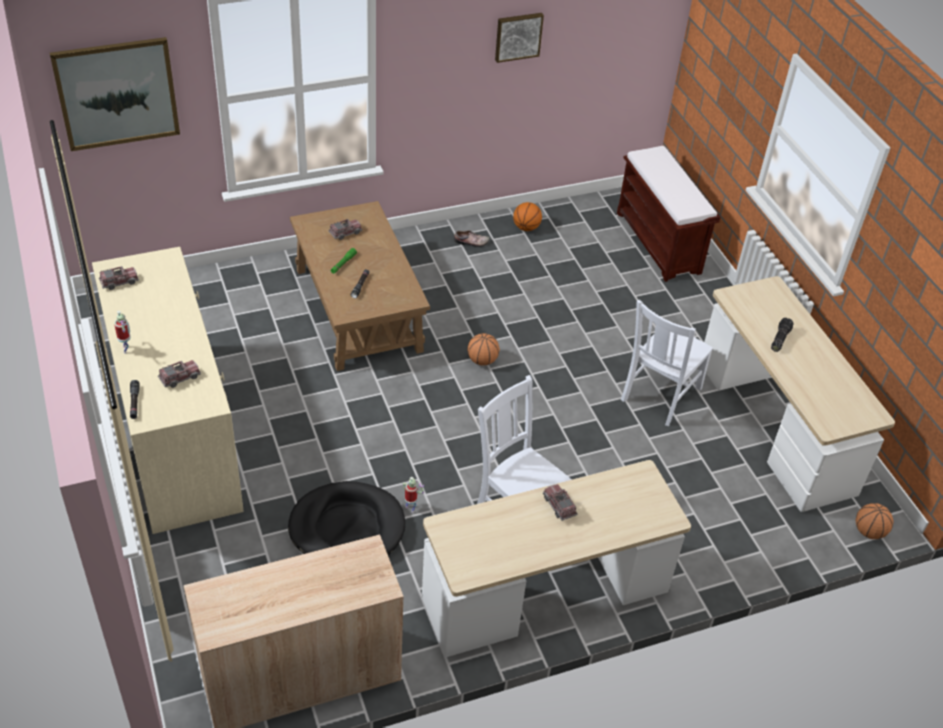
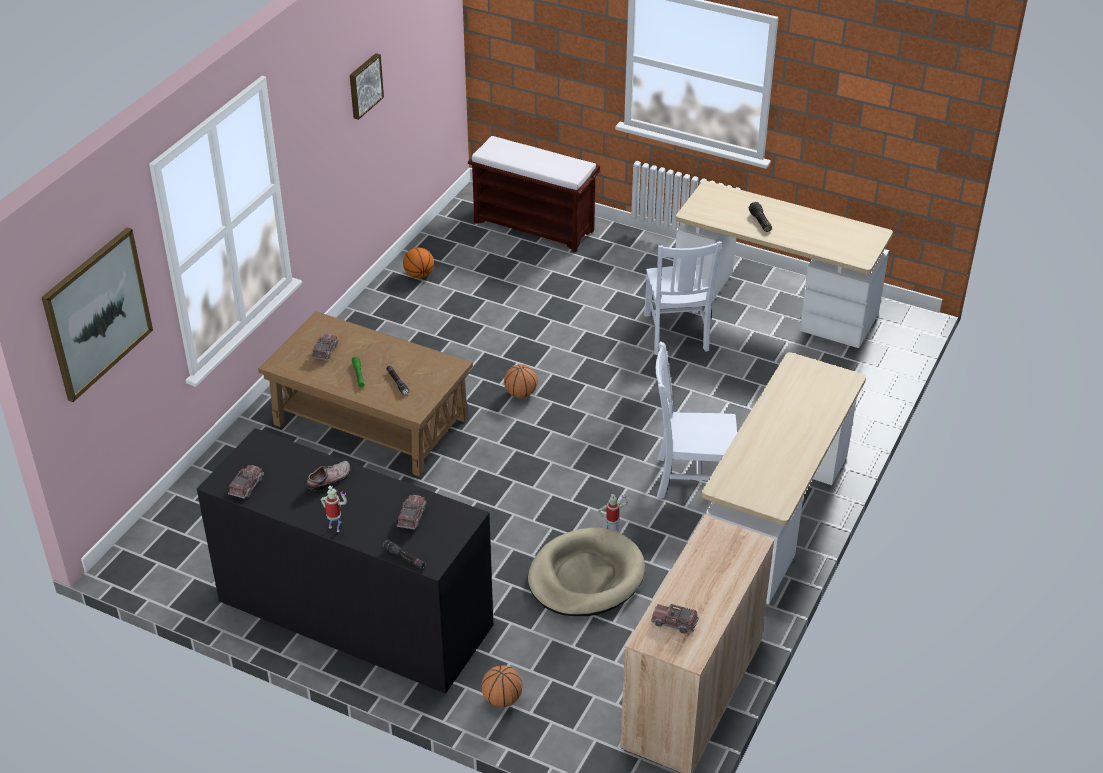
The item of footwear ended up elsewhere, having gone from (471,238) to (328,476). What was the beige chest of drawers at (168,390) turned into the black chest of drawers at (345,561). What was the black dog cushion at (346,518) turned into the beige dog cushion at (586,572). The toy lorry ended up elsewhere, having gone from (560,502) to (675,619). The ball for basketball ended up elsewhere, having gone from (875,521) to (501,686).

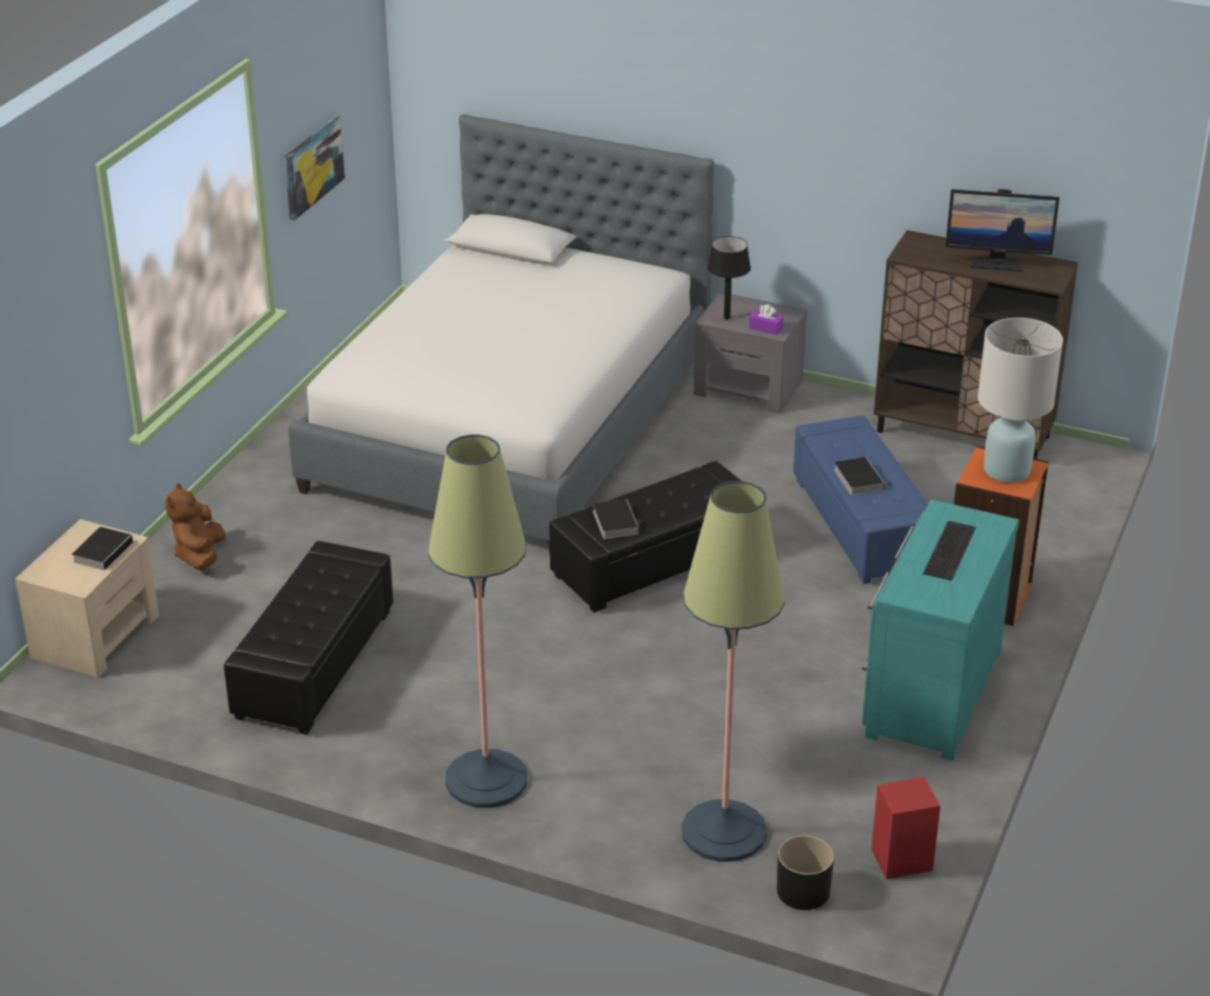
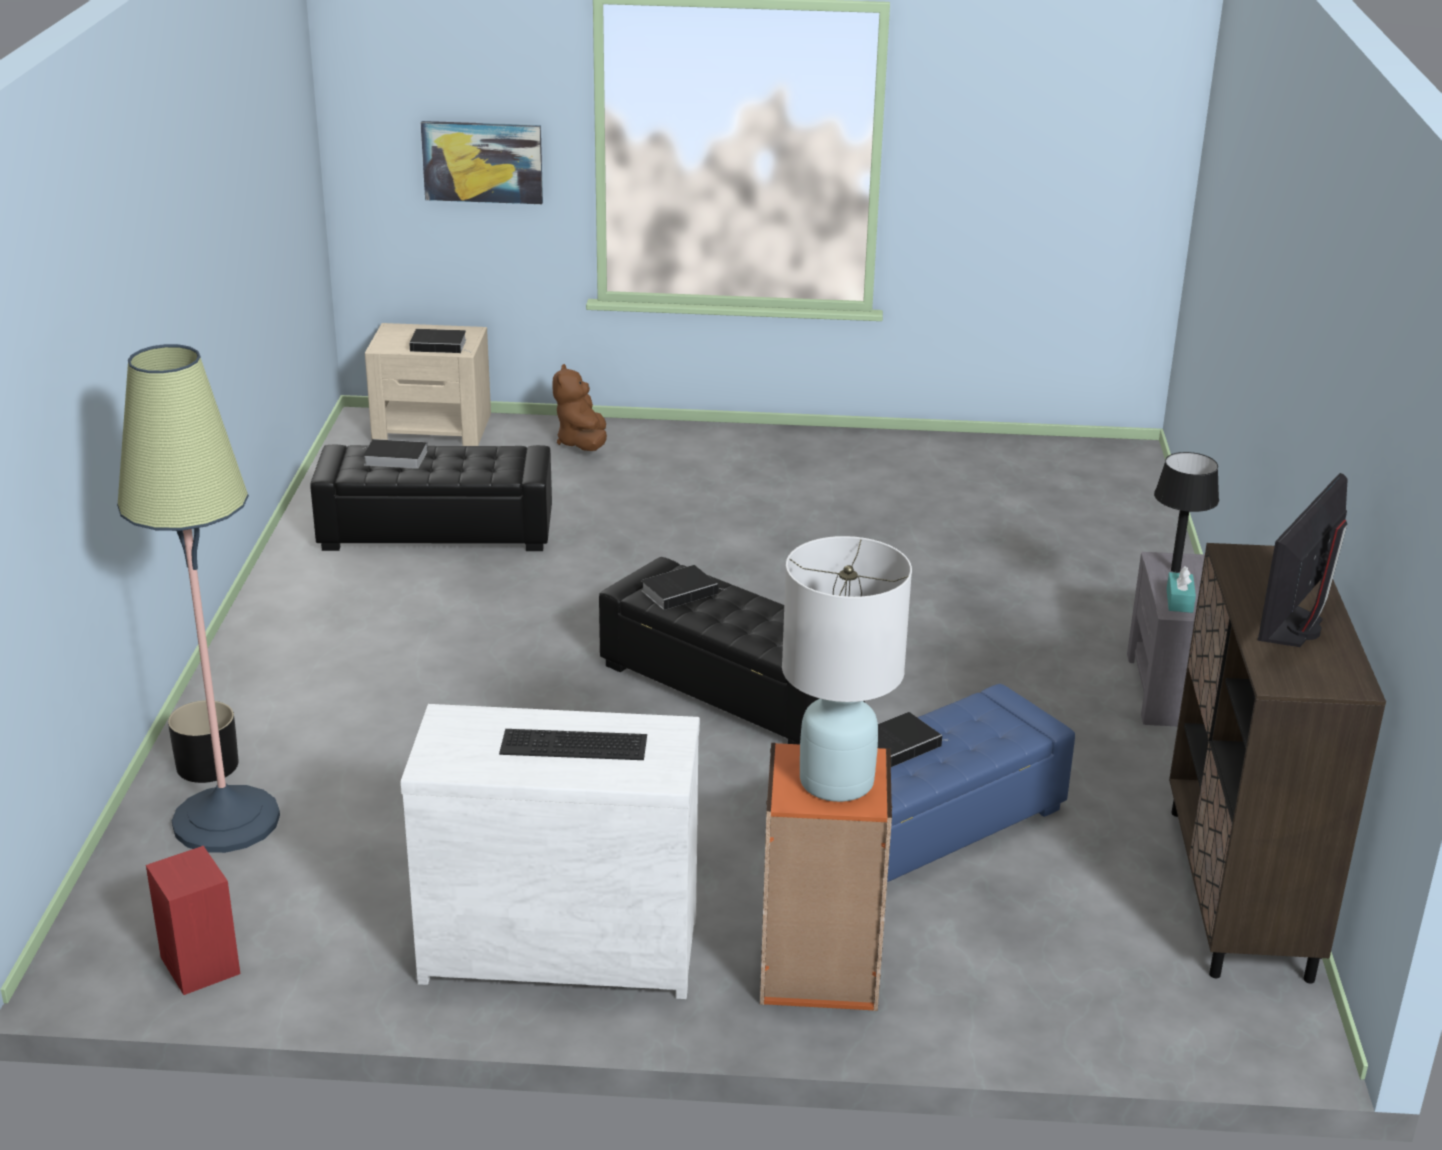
The second view lost the bed at (501,334). The wall art ended up elsewhere, having gone from (314,168) to (482,162). The monitor at (1002,230) ended up facing another way, 45 degrees clockwise from before. What was the purple-coloured tissue box at (766,319) turned into the turquoise-coloured tissue box at (1181,589). The second view lost the standard lamp at (478,621). The brown-coloured plush toy at (195,526) ended up facing another way, 75 degrees counterclockwise from before. What was the turquoise-coloured chest of drawers at (940,630) turned into the whitish chest of drawers at (550,851). The black plant pot ended up elsewhere, having gone from (805,872) to (203,741). The second view gained the book at (395,454).

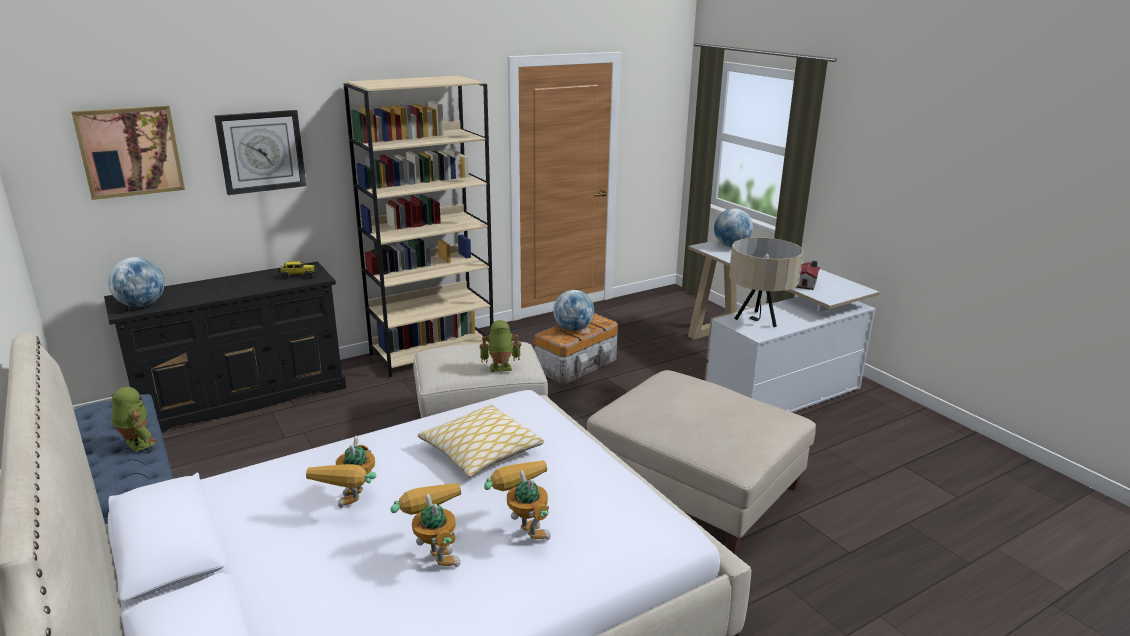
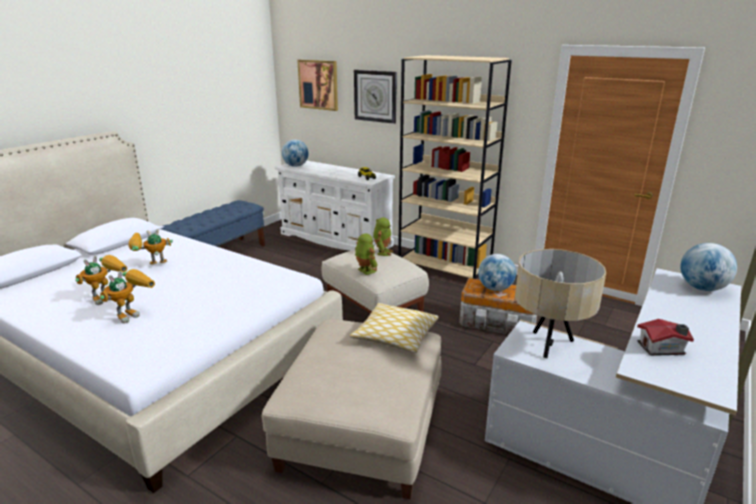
What was the black chest of drawers at (225,347) turned into the whitish chest of drawers at (335,206). The model robot ended up elsewhere, having gone from (134,419) to (383,236). The cushion ended up elsewhere, having gone from (481,441) to (394,328).

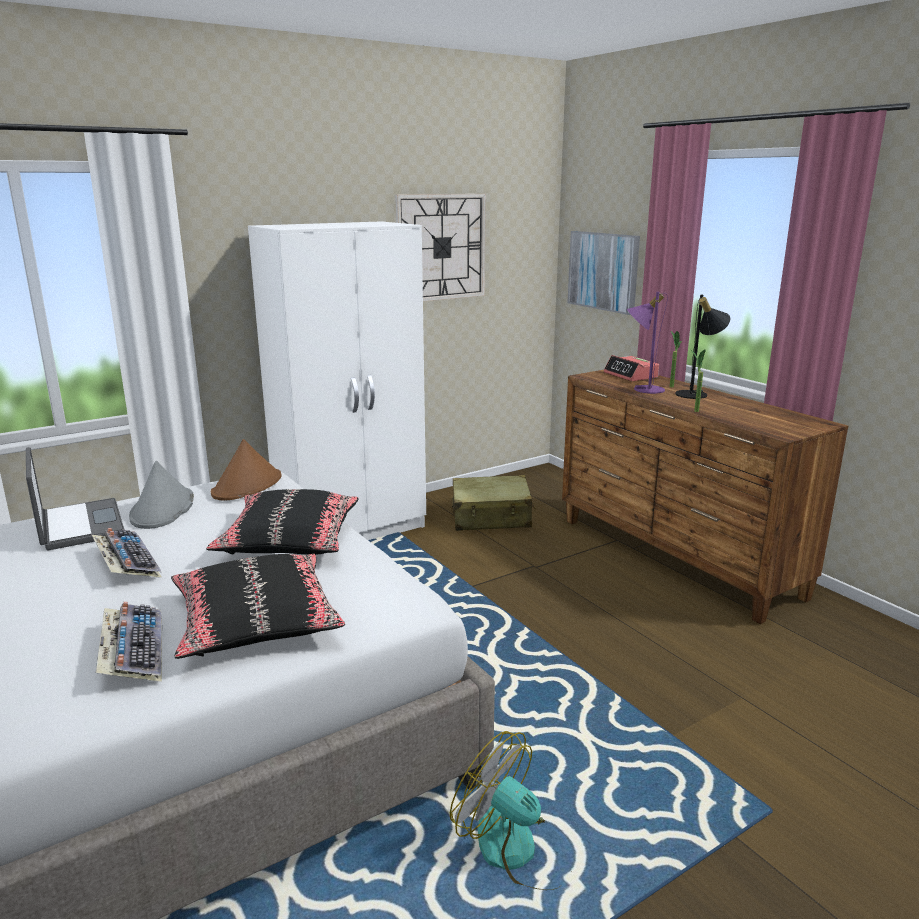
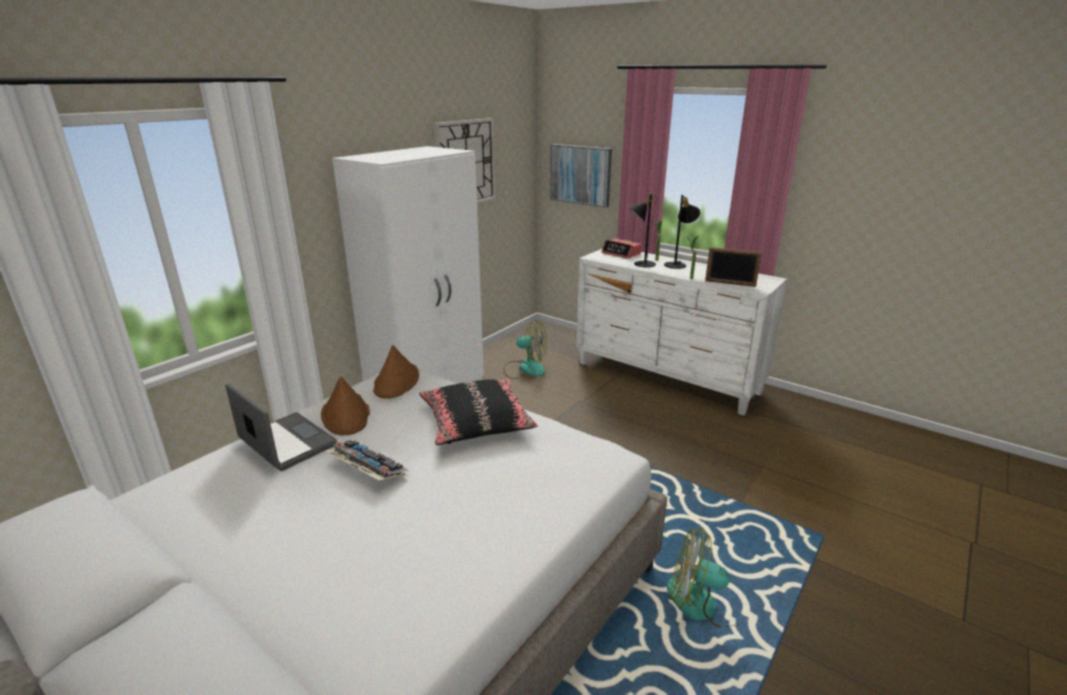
What was the purple-coloured tabletop lamp at (647,343) turned into the black tabletop lamp at (642,231). What was the brown-coloured chest of drawers at (705,497) turned into the whitish chest of drawers at (681,332). What was the grey wearable hat at (161,495) turned into the brown-coloured wearable hat at (345,405). Where the beige piece of luggage stood at (494,503), the electric fan came to stand at (525,349). The second view lost the black cushion at (258,606). The second view lost the computer keyboard at (128,642). The second view gained the standing frame at (733,267).

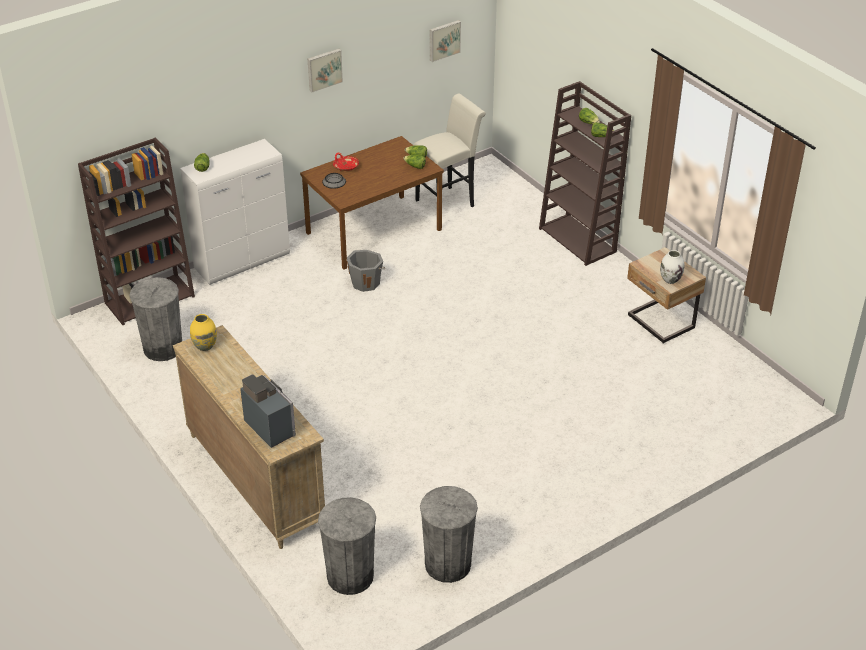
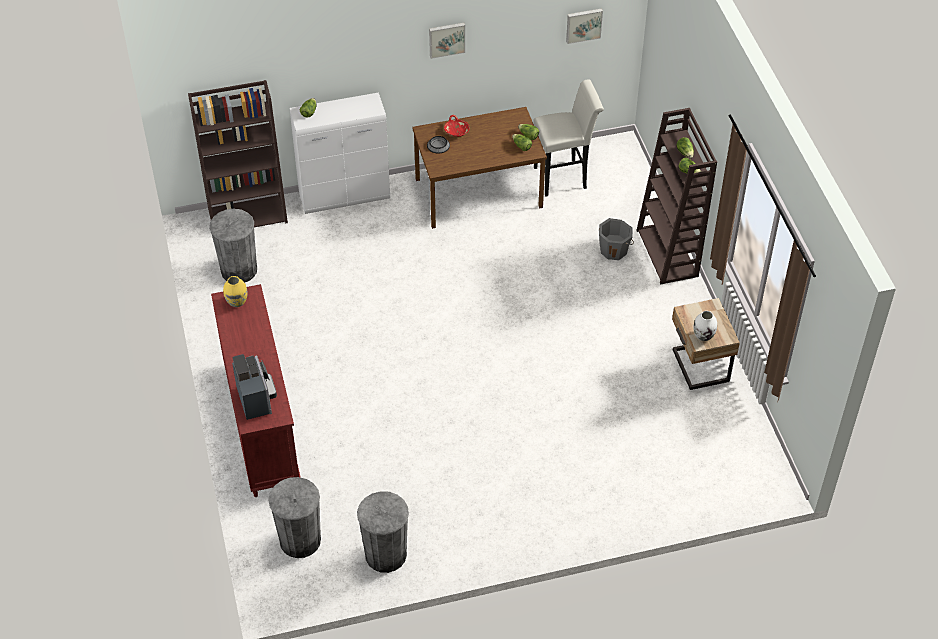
The grey bucket ended up elsewhere, having gone from (366,271) to (616,239). What was the beige chest of drawers at (249,437) turned into the reddish chest of drawers at (256,390).

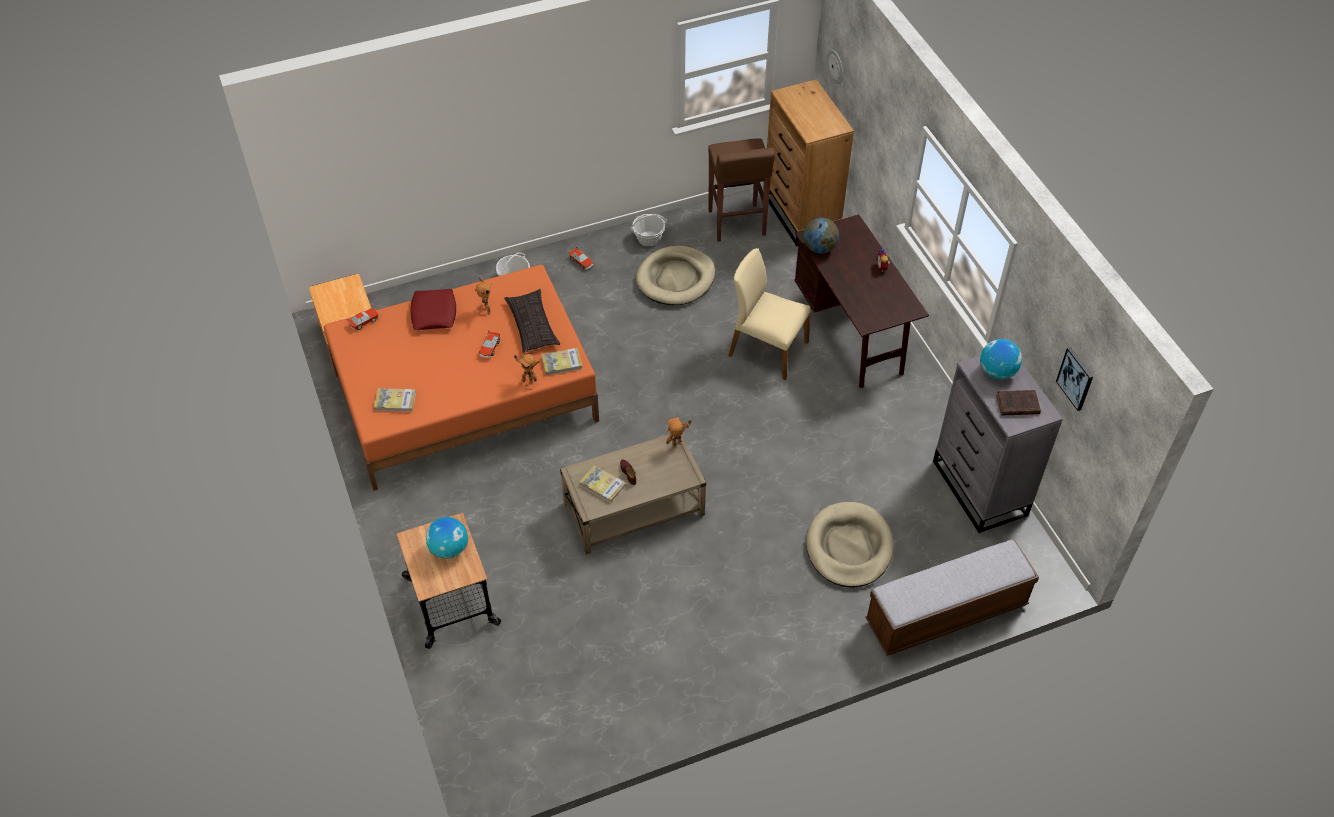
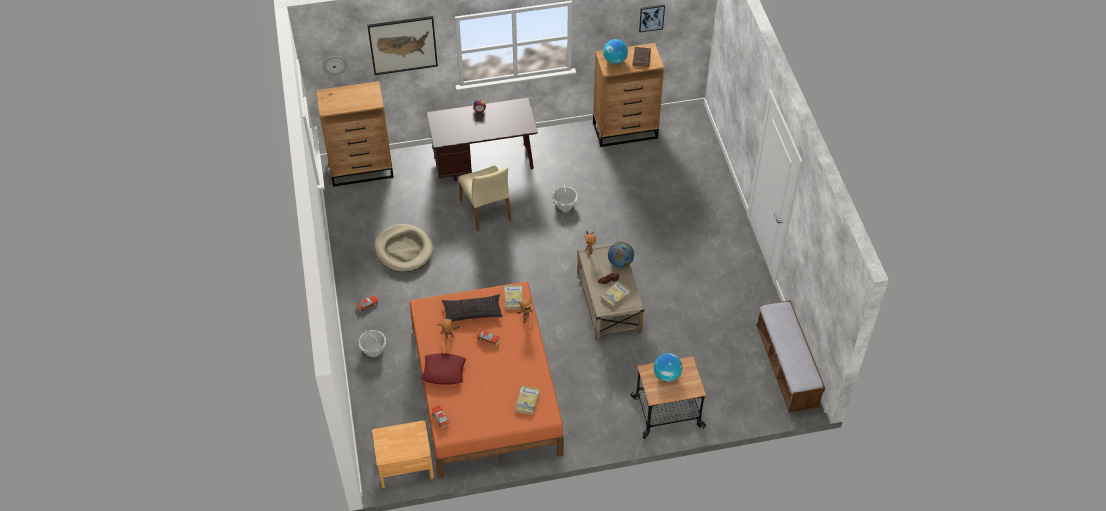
The second view lost the brown-coloured stool at (741,190). The storage basket ended up elsewhere, having gone from (648,230) to (565,197). The world globe ended up elsewhere, having gone from (821,235) to (621,255). The beige plain chair at (770,314) ended up facing another way, 60 degrees counterclockwise from before. What was the grey chest of drawers at (998,444) turned into the brown-coloured chest of drawers at (628,95). The second view lost the beige dog cushion at (849,545). The indoor bench ended up elsewhere, having gone from (952,598) to (790,356). The second view gained the wall art at (402,45).

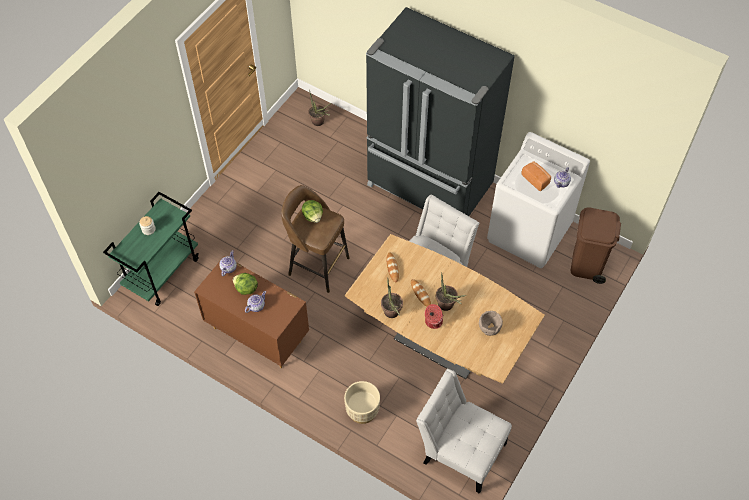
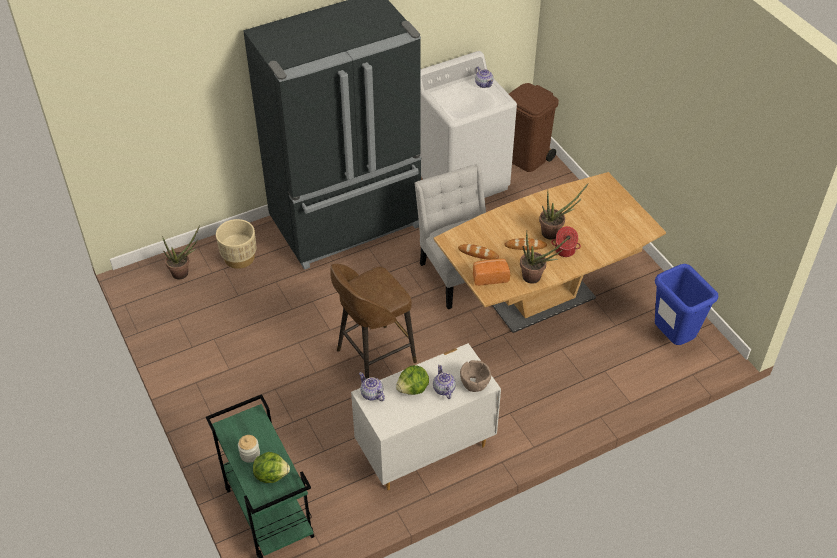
The baked bread ended up elsewhere, having gone from (536,176) to (491,272). The lettuce ended up elsewhere, having gone from (312,211) to (271,467). What was the brown-coloured chest of drawers at (251,312) turned into the whitish chest of drawers at (426,416). The brown-coloured deep dish ended up elsewhere, having gone from (491,323) to (475,376). Where the whitish plain chair stood at (464,431), the blue waste bin came to stand at (686,304). The beige plant pot ended up elsewhere, having gone from (362,402) to (236,244).

